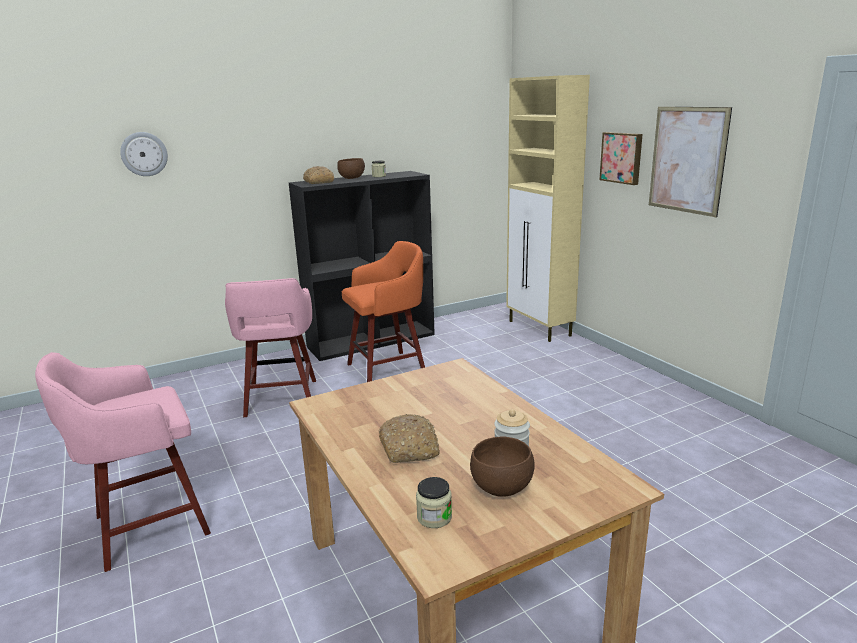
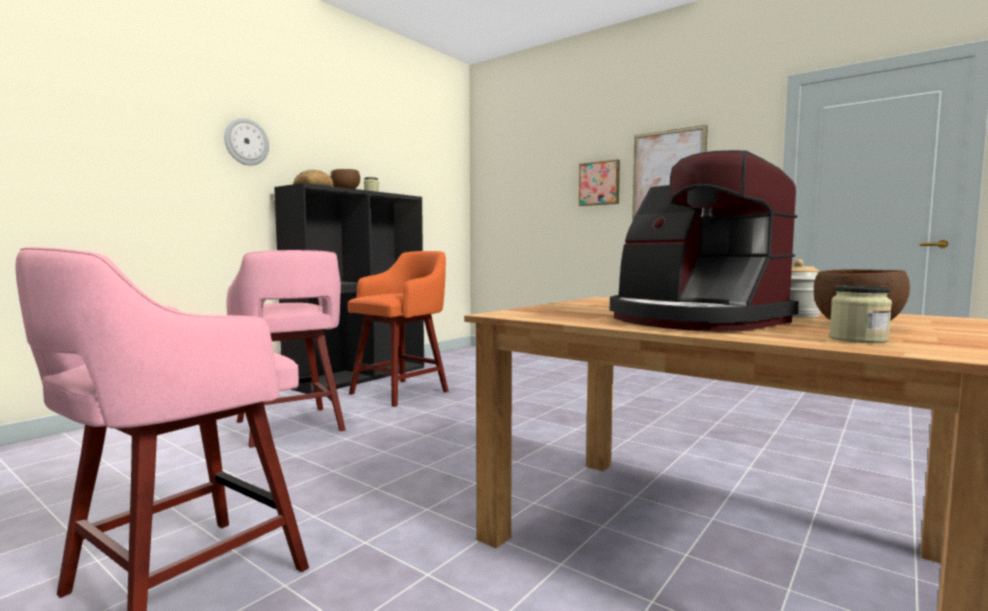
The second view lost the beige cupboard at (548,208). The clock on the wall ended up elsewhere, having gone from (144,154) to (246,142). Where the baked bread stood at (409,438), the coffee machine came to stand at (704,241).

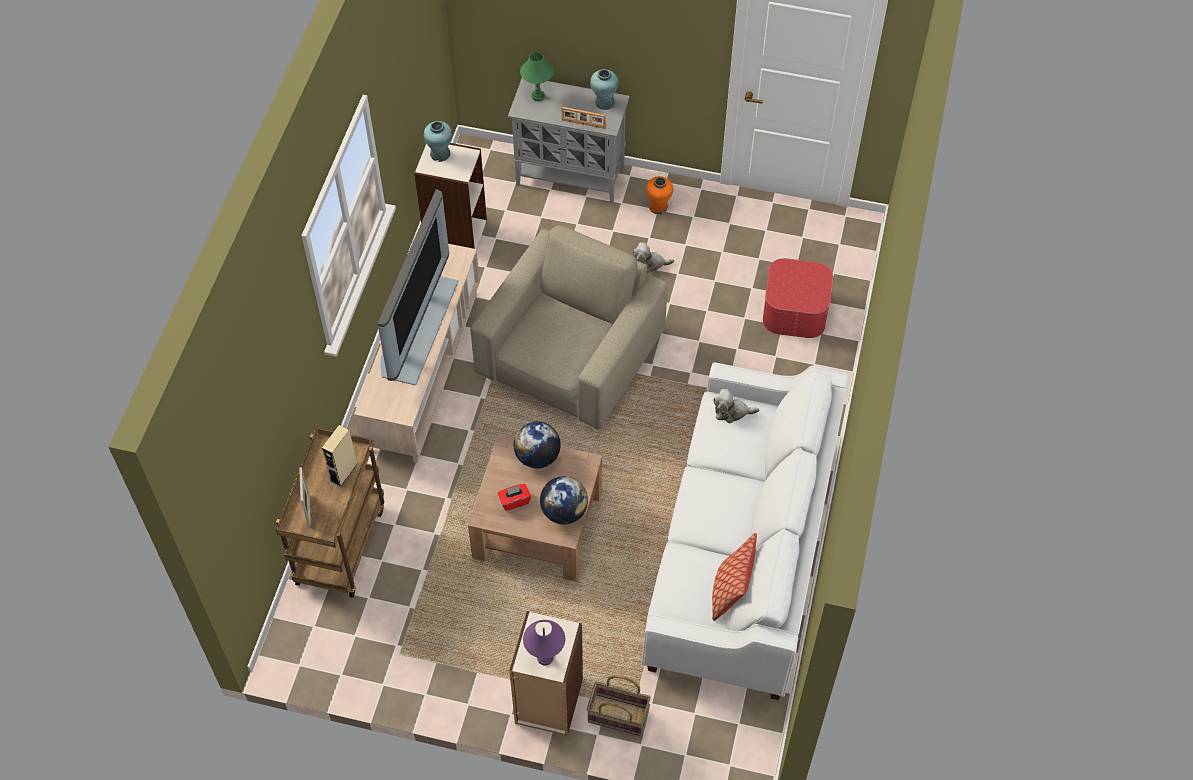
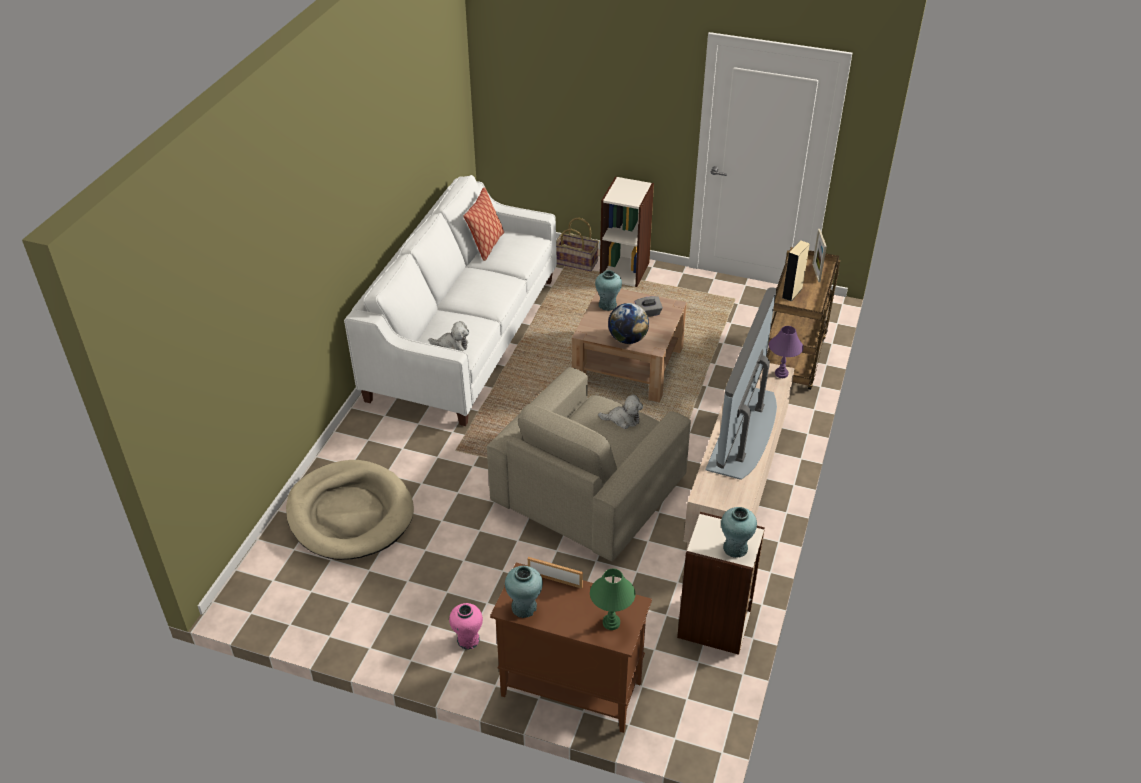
What was the grey cupboard at (568,141) turned into the brown-coloured cupboard at (571,648). What was the orange flower vase at (659,195) turned into the pink flower vase at (466,626). The plush toy ended up elsewhere, having gone from (653,258) to (620,412). Where the ottoman stood at (798,298), the beige dog cushion came to stand at (350,510). Where the world globe stood at (564,500), the turquoise-coloured flower vase came to stand at (608,290). What was the reddish tissue box at (514,497) turned into the grey tissue box at (649,306). The purple-coloured tabletop lamp ended up elsewhere, having gone from (544,642) to (786,352).

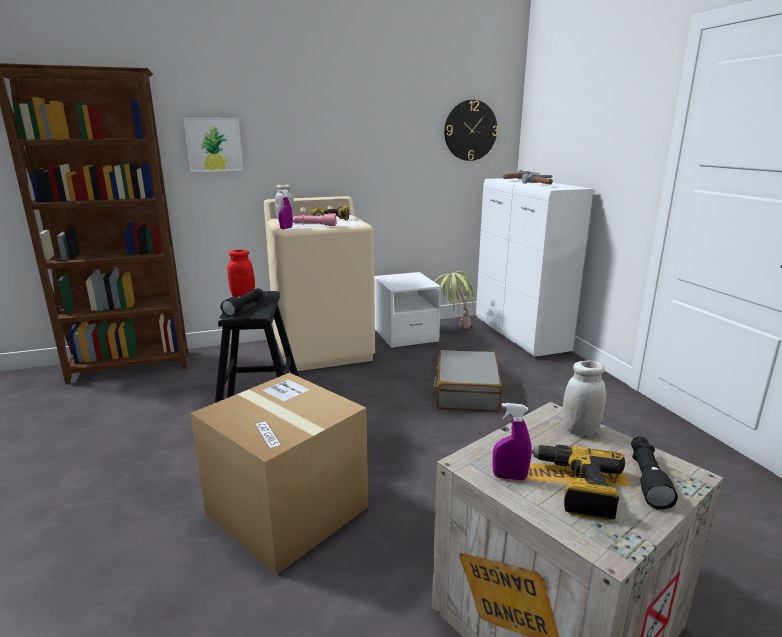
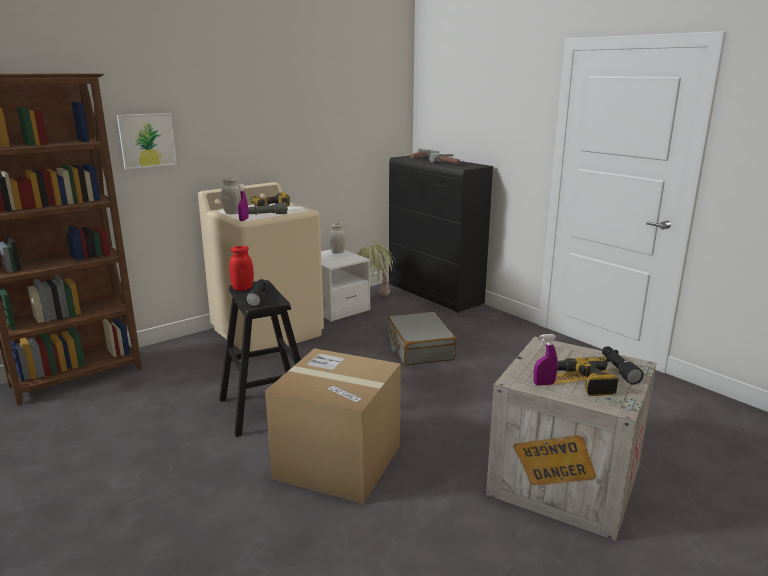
The second view lost the clock on the wall at (471,130). What was the whitish cupboard at (534,268) turned into the black cupboard at (441,234). What was the pink hand torch at (315,219) turned into the grey hand torch at (268,208). The whitish jar ended up elsewhere, having gone from (584,398) to (337,238).

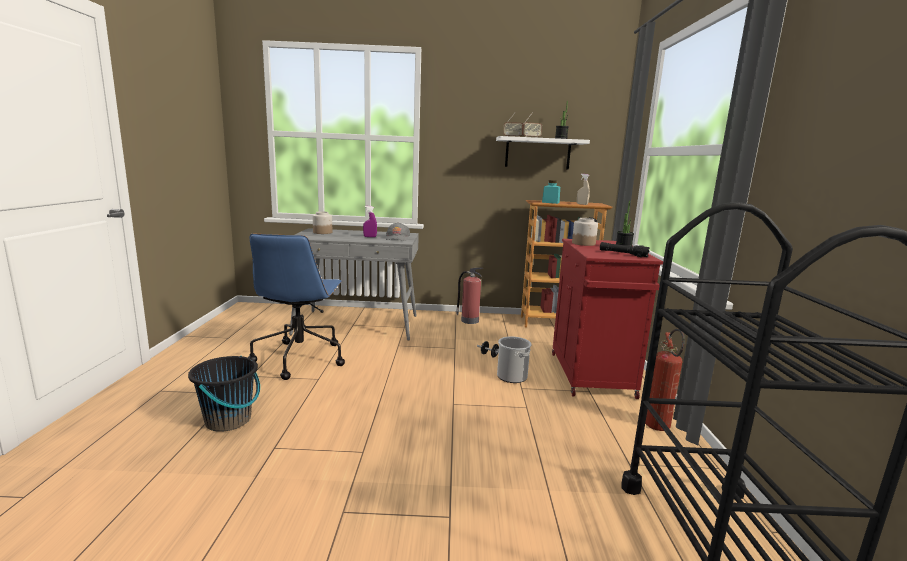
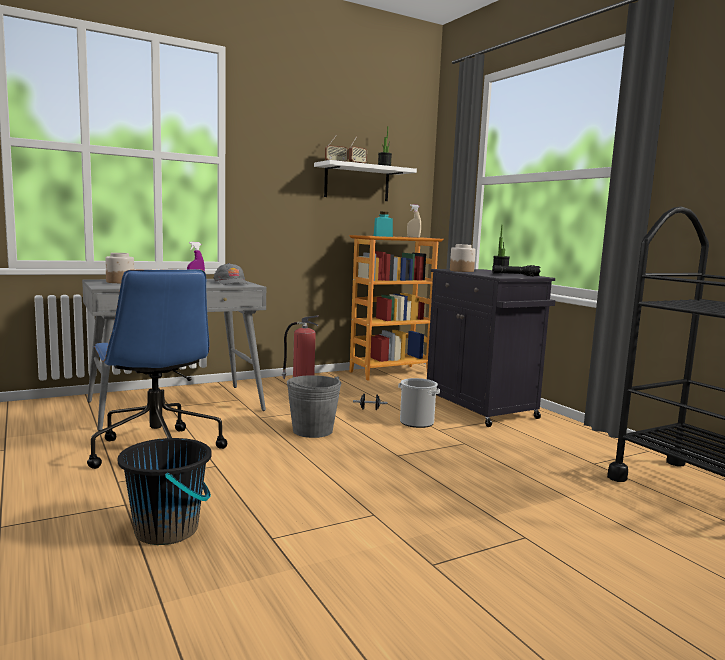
What was the reddish cupboard at (607,319) turned into the black cupboard at (491,348). The second view lost the extinguisher at (665,380). The second view gained the grey bucket at (314,406).

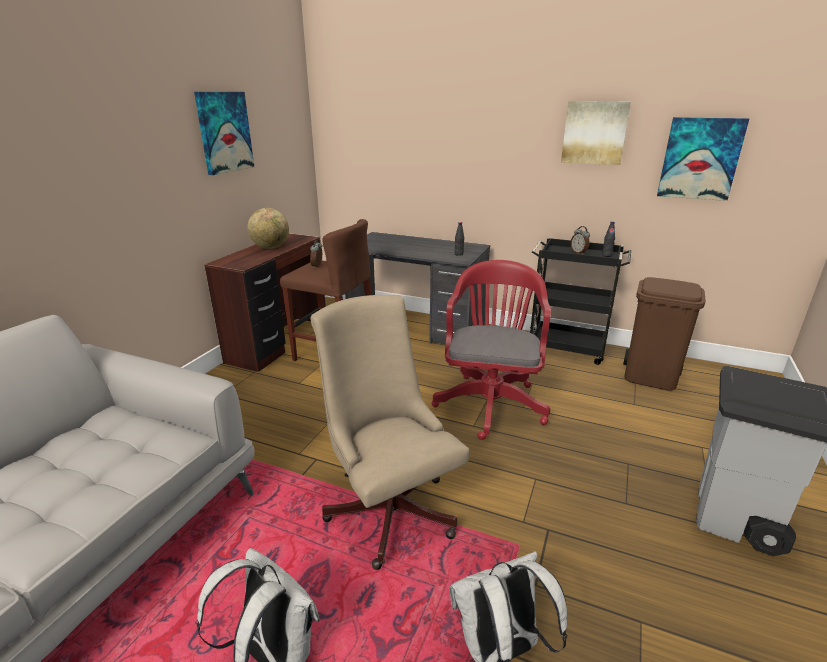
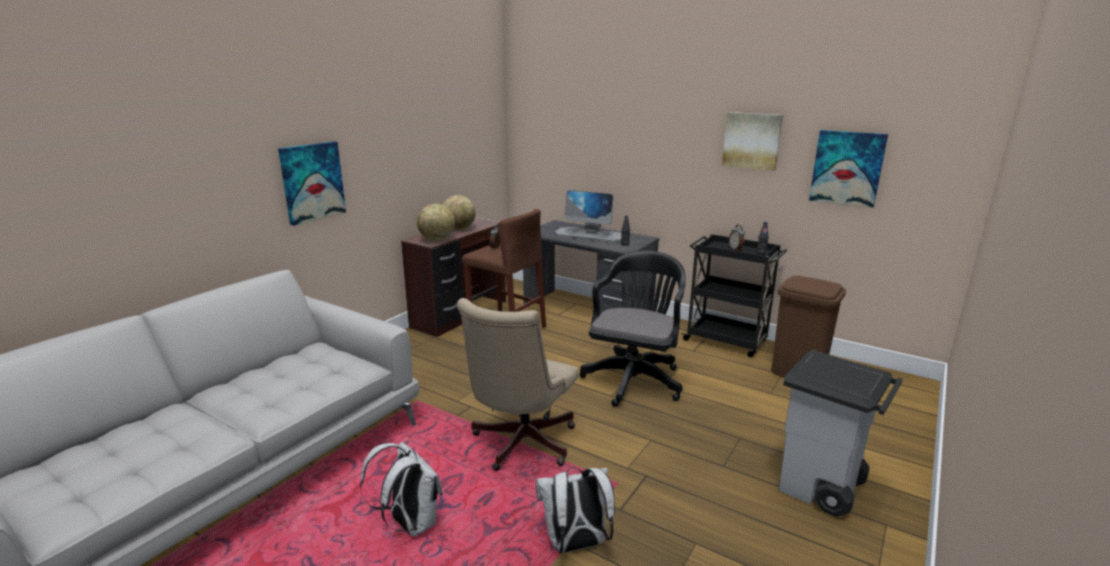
The wall art ended up elsewhere, having gone from (224,133) to (312,183). What was the reddish computer chair at (491,350) turned into the black computer chair at (632,329). The beige computer chair at (390,432) ended up facing another way, 135 degrees counterclockwise from before. The second view gained the monitor at (587,217). The second view gained the world globe at (436,222).

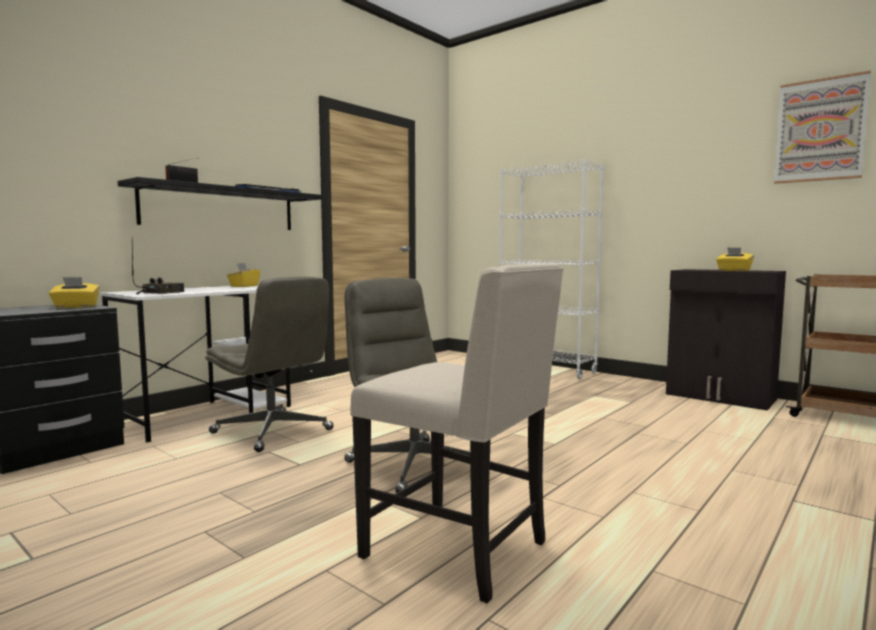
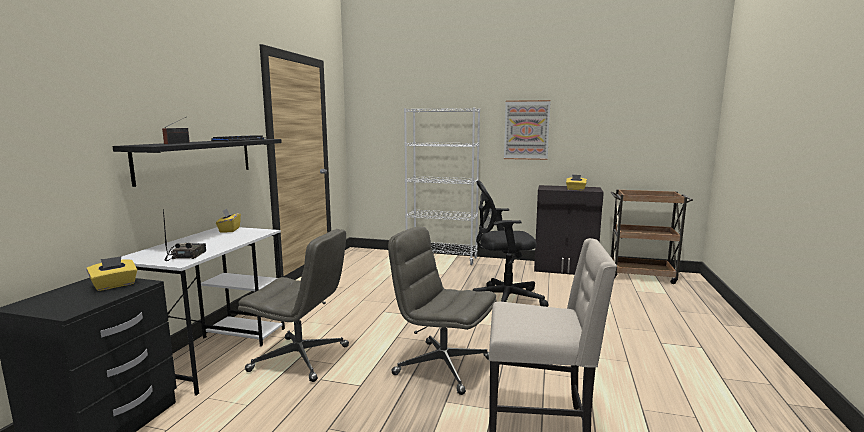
The wall art ended up elsewhere, having gone from (822,127) to (527,130). The second view gained the black computer chair at (511,243).

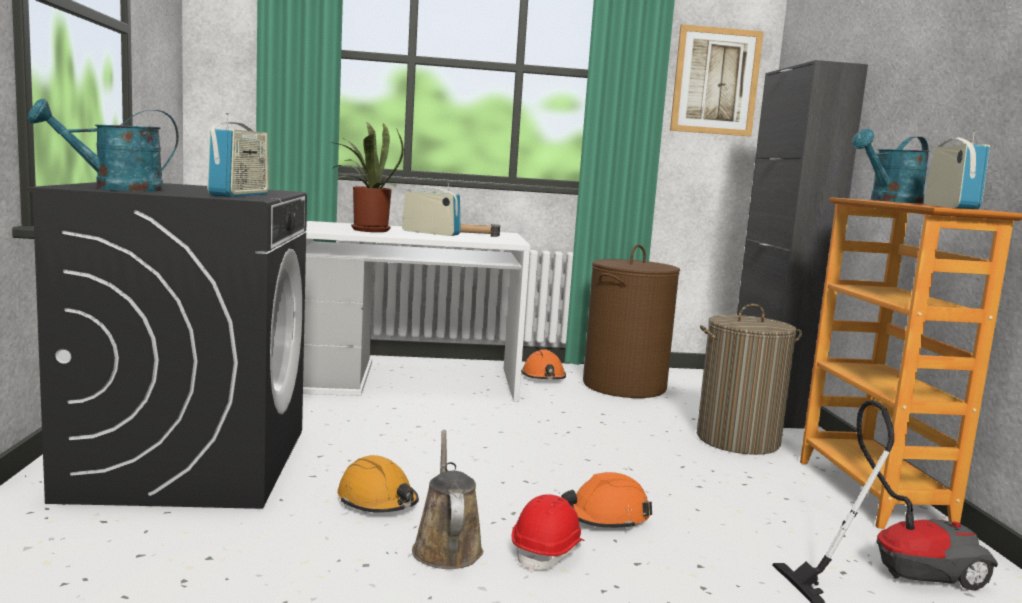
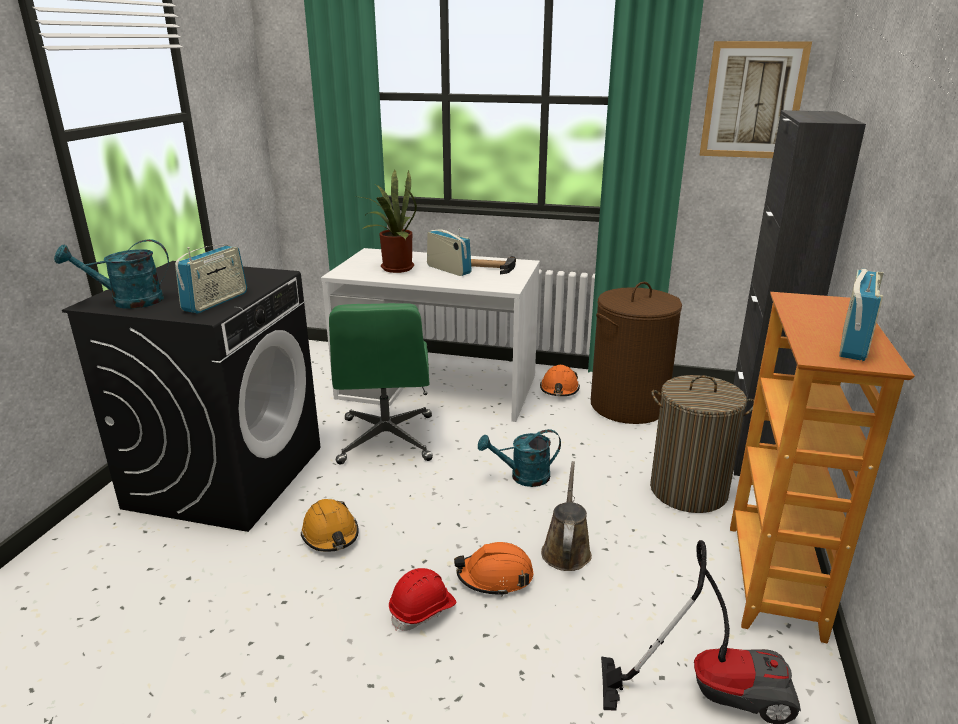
The turquoise-coloured watering can ended up elsewhere, having gone from (891,166) to (519,458). The brown-coloured watering can ended up elsewhere, having gone from (447,499) to (566,516). The second view gained the greenish computer chair at (381,384).

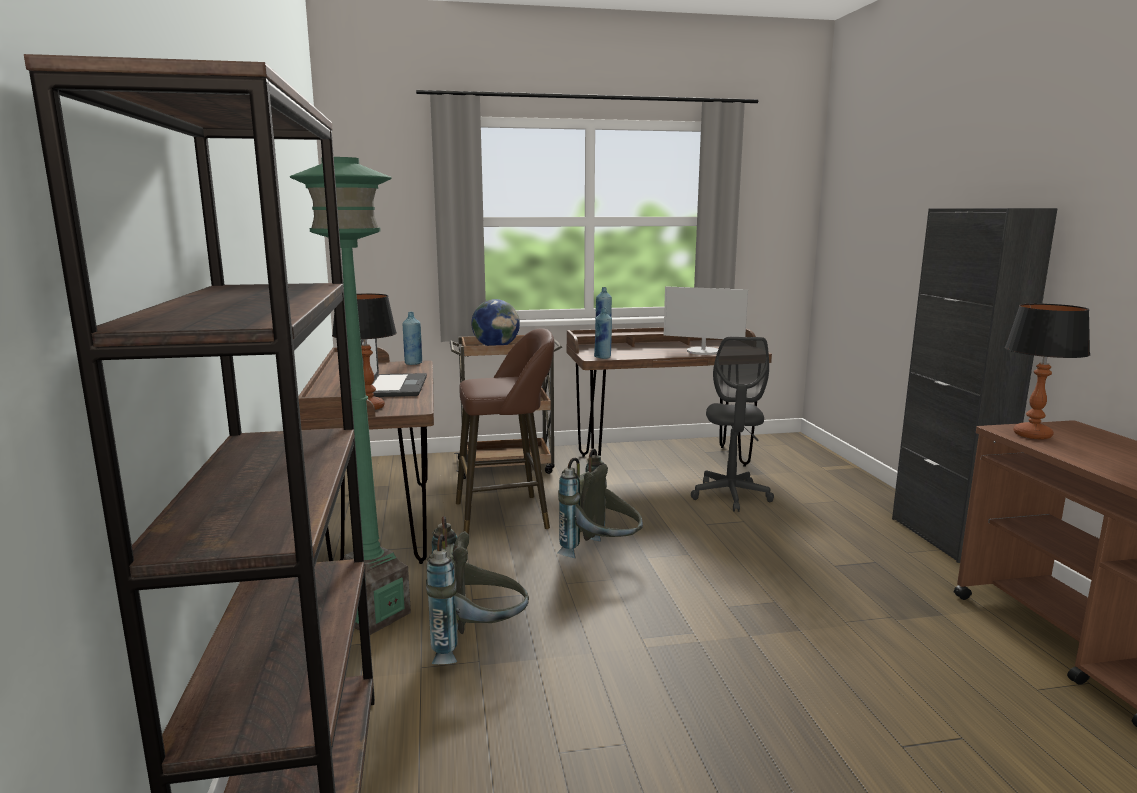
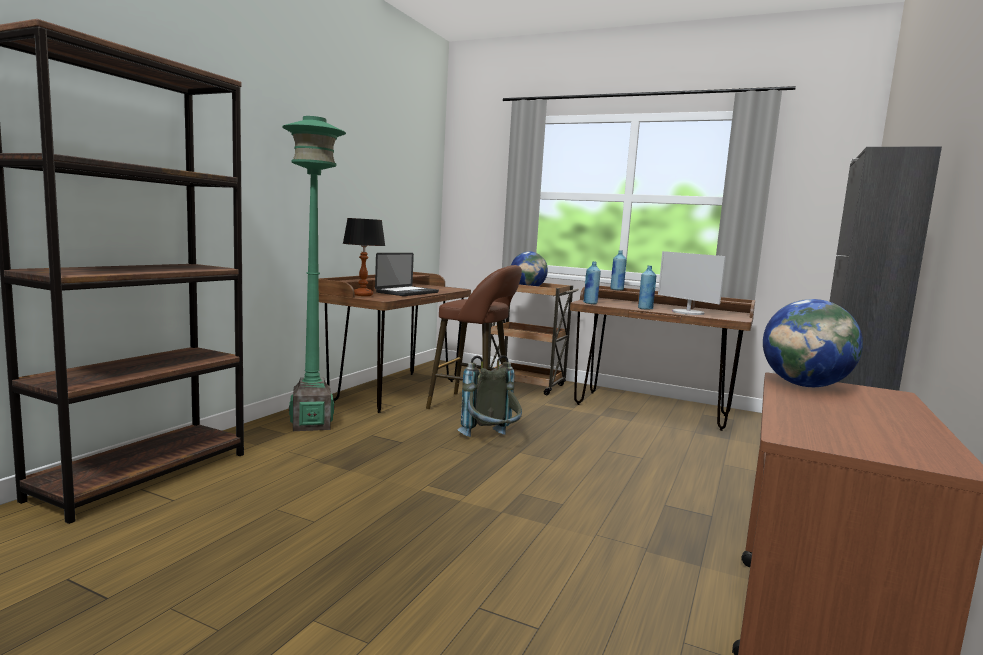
Where the tabletop lamp stood at (1047,371), the world globe came to stand at (813,343). The blue bottle ended up elsewhere, having gone from (412,338) to (647,288). The second view lost the grey computer chair at (732,424). The second view lost the grey knapsack at (477,590).

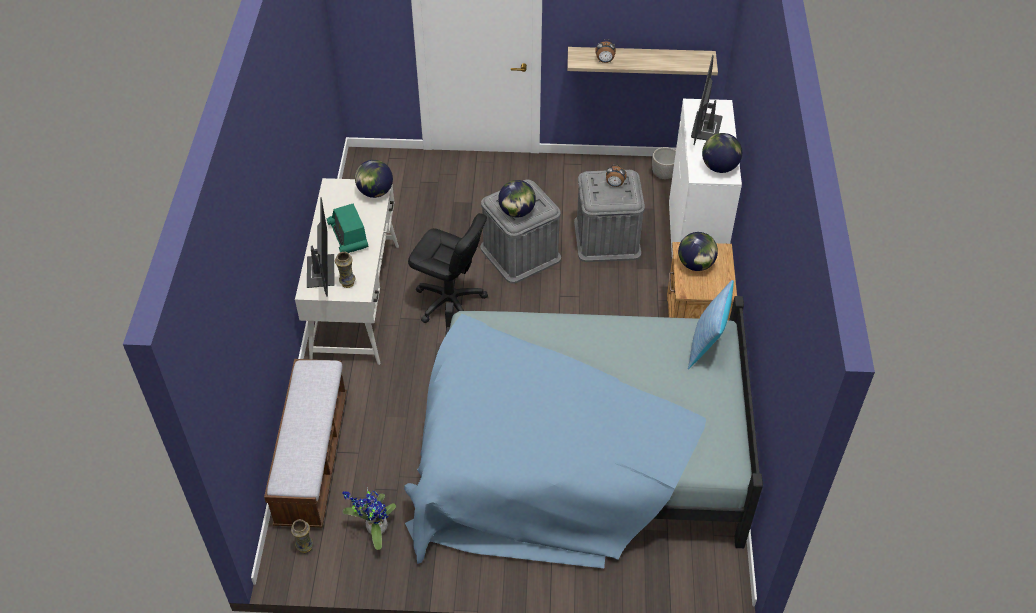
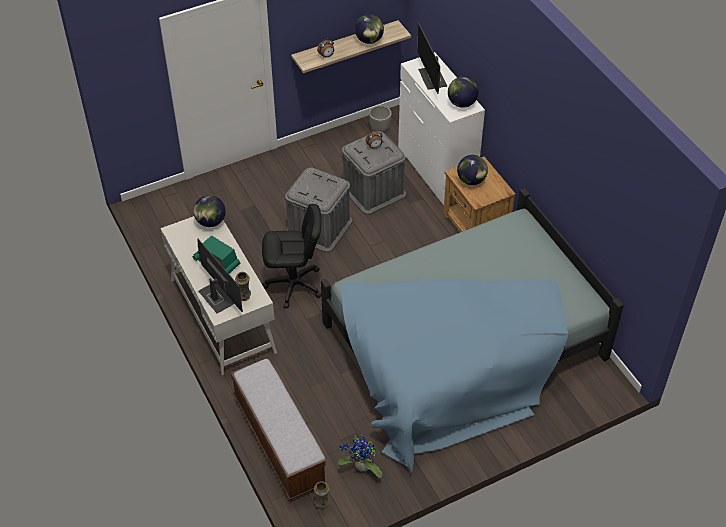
The world globe ended up elsewhere, having gone from (517,199) to (369,29). The second view lost the cushion at (711,324).

